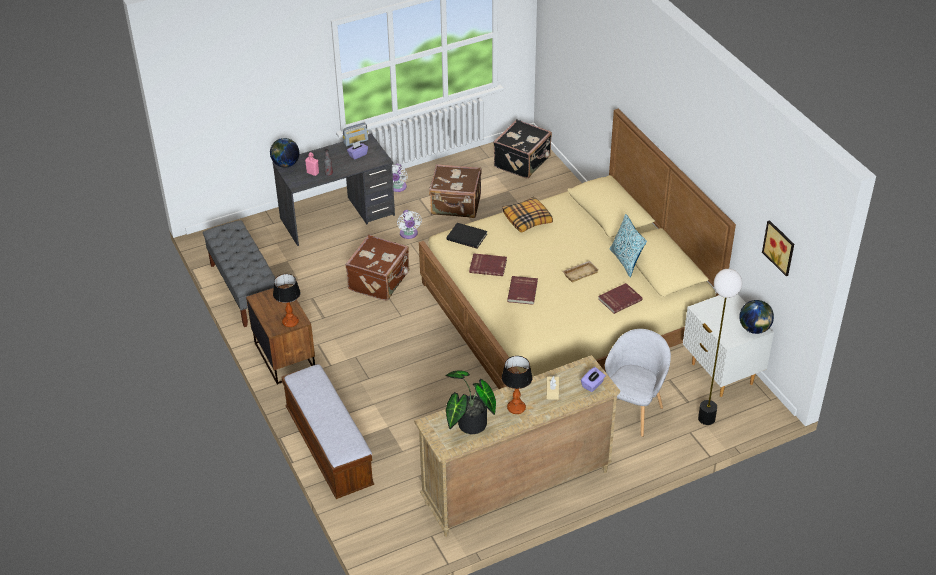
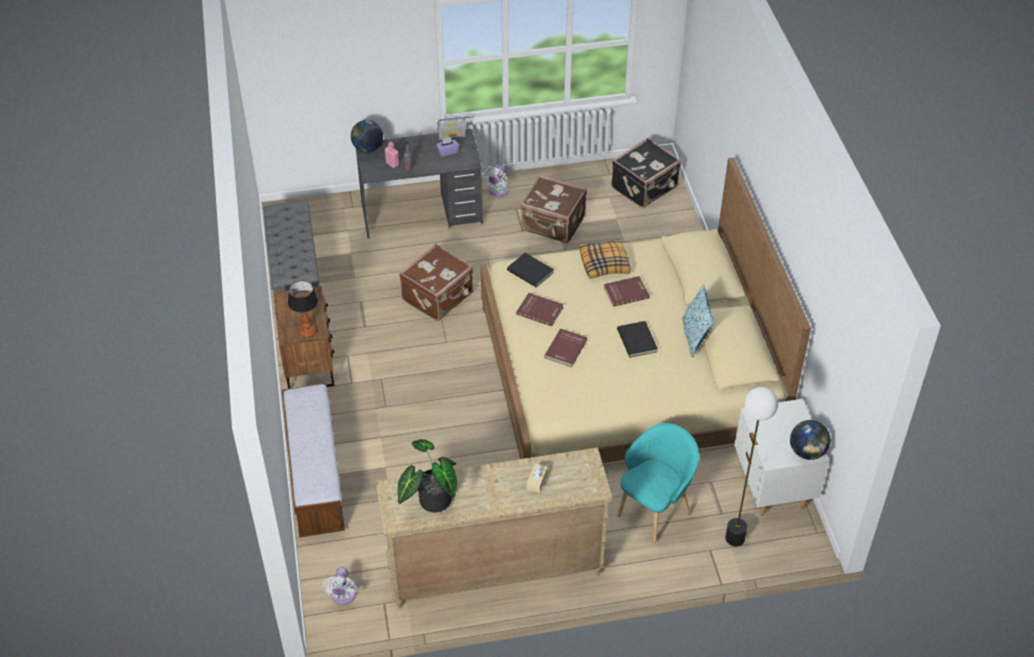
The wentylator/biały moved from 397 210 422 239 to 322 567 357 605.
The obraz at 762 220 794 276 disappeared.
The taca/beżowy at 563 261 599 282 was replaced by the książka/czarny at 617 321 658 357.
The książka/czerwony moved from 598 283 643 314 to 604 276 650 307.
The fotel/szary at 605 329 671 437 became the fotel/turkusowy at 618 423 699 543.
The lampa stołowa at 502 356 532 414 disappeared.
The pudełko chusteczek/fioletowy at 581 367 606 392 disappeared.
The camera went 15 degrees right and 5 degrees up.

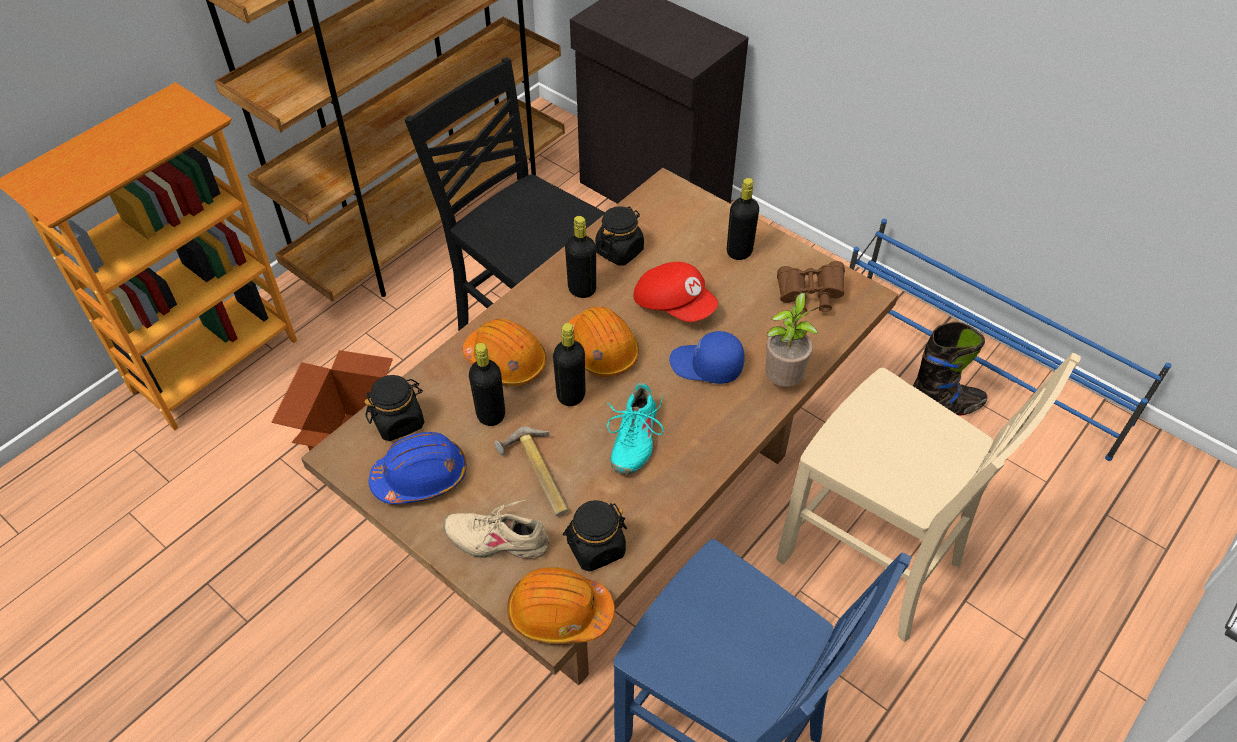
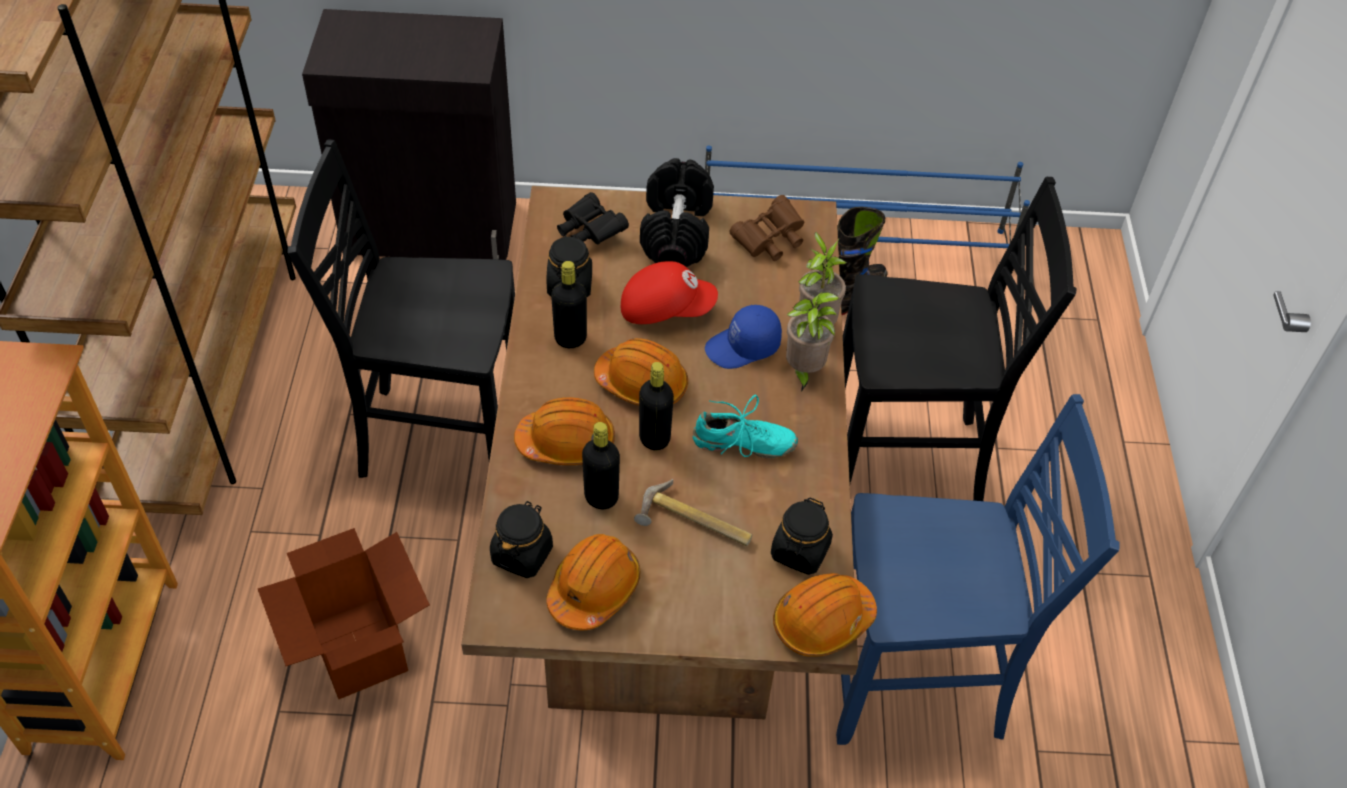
The butelka/czarny at 727 178 759 260 was replaced by the hantel/czarny at 640 158 714 267.
The krzesło/beżowy at 776 353 1081 642 became the krzesło/czarny at 843 177 1077 501.
The but/turkusowy at 607 383 664 474 turned 60 degrees counterclockwise.
The kask/niebieski at 369 432 467 504 became the kask/pomarańczowy at 546 534 640 630.
The but/beżowy at 443 500 550 559 disappeared.
The lornetka/czarny at 557 192 629 244 appeared.
The roślina doniczkowa at 786 292 840 391 appeared.
The camera went 40 degrees left and 0 degrees up.

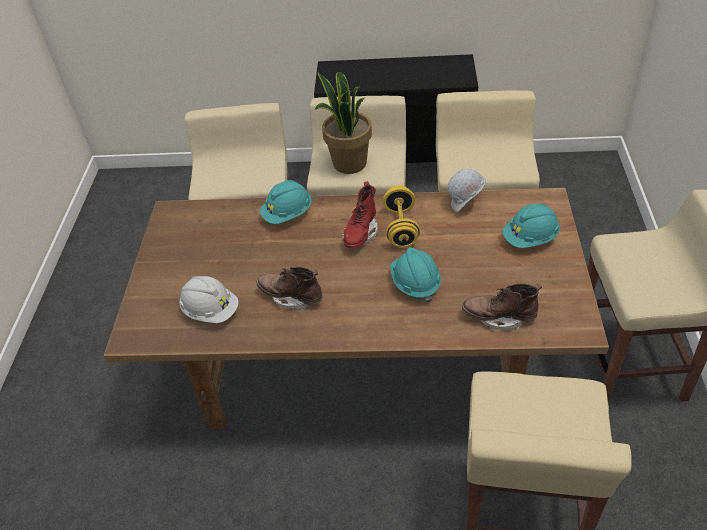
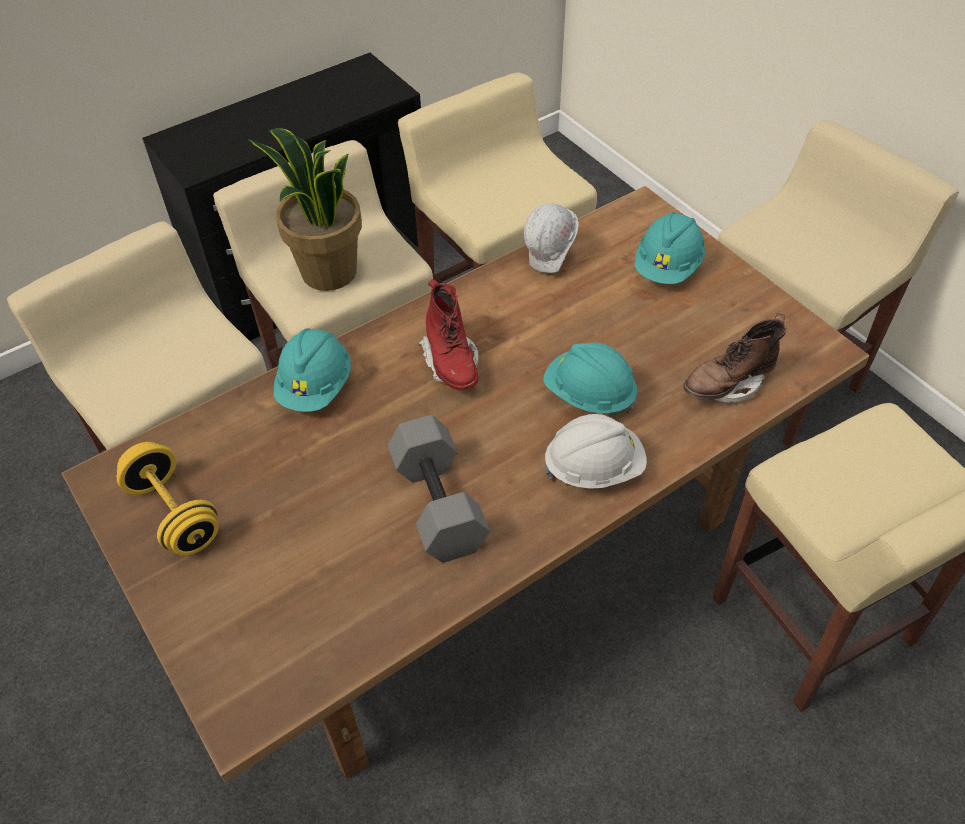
The hantel/żółty moved from 383 185 420 248 to 117 442 219 556.
The but z cholewką/brązowy at 257 267 323 311 was replaced by the hantel/szary at 388 415 490 563.
The kask/biały moved from 179 276 239 323 to 544 414 647 489.
The camera went 40 degrees left and 5 degrees up.

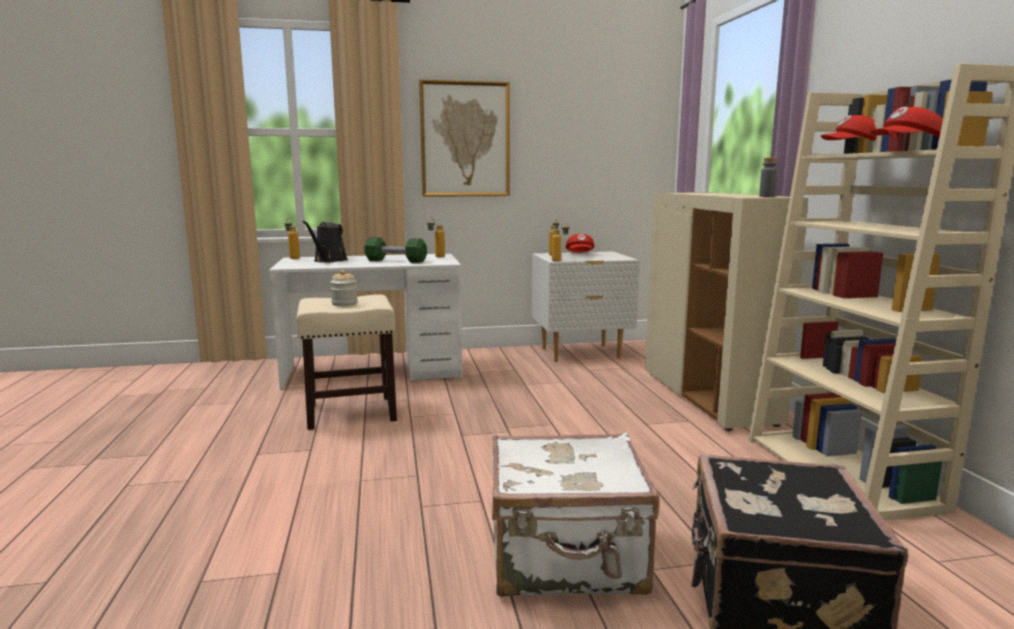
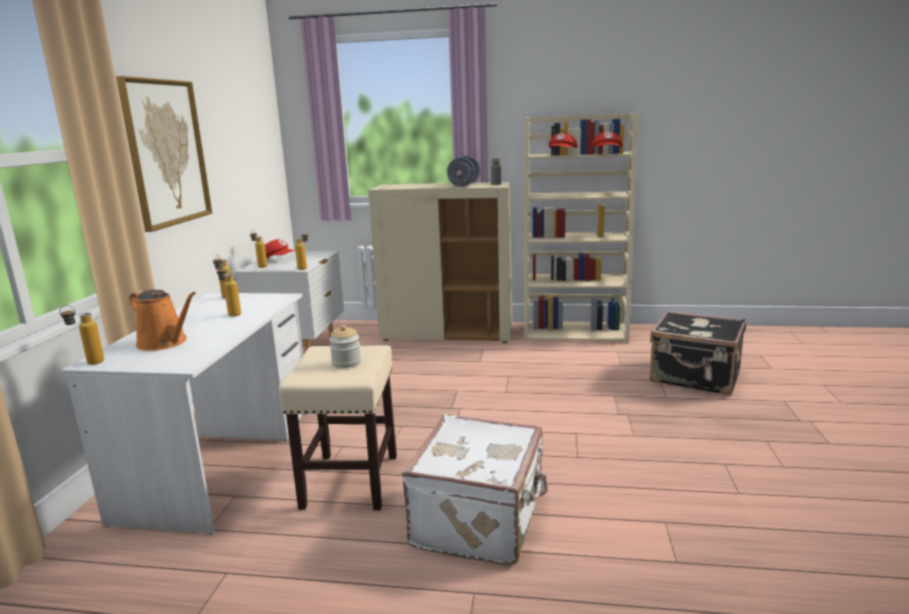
The konewka/czarny at 303 221 348 263 became the konewka/pomarańczowy at 129 289 196 351.
The hantel/zielony at 364 237 427 263 was replaced by the butelka at 217 264 241 317.
The walizka/biały moved from 492 433 659 597 to 402 414 547 566.
The hantel/szary at 447 156 480 187 appeared.
The camera went 70 degrees left and 5 degrees up.

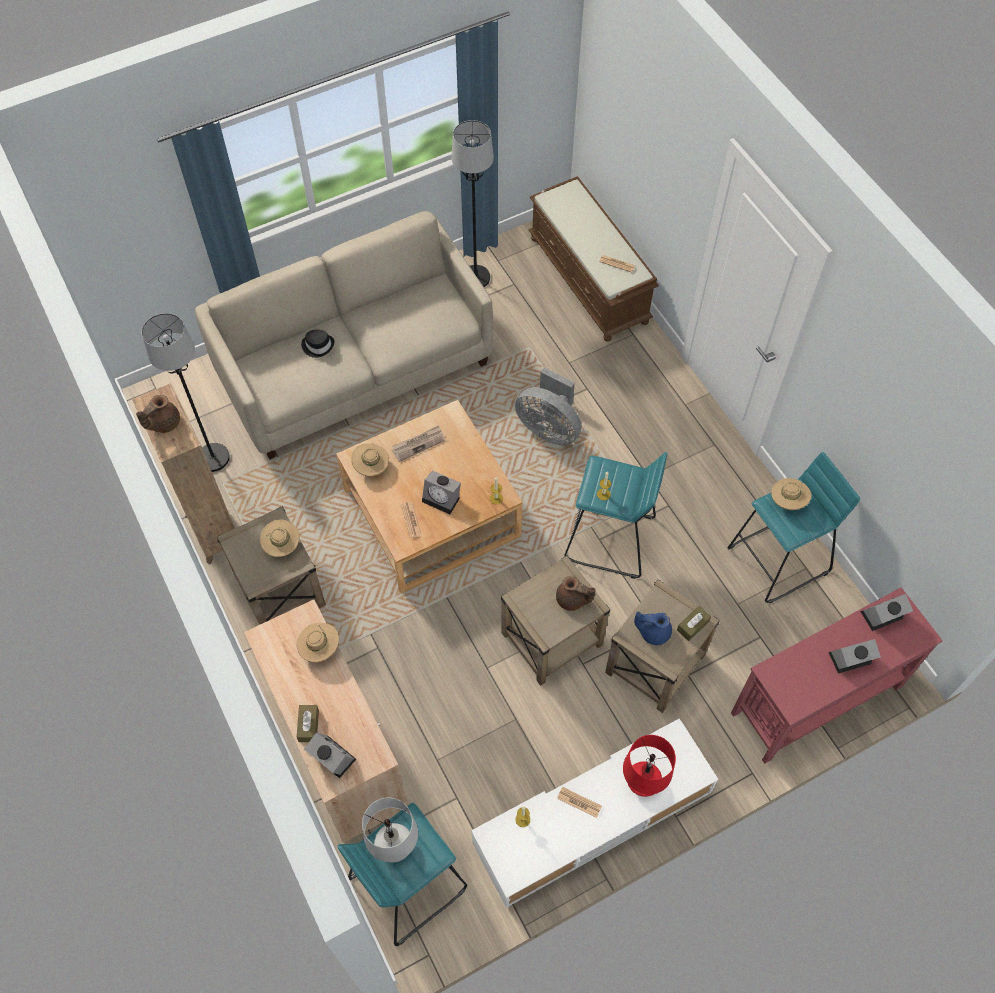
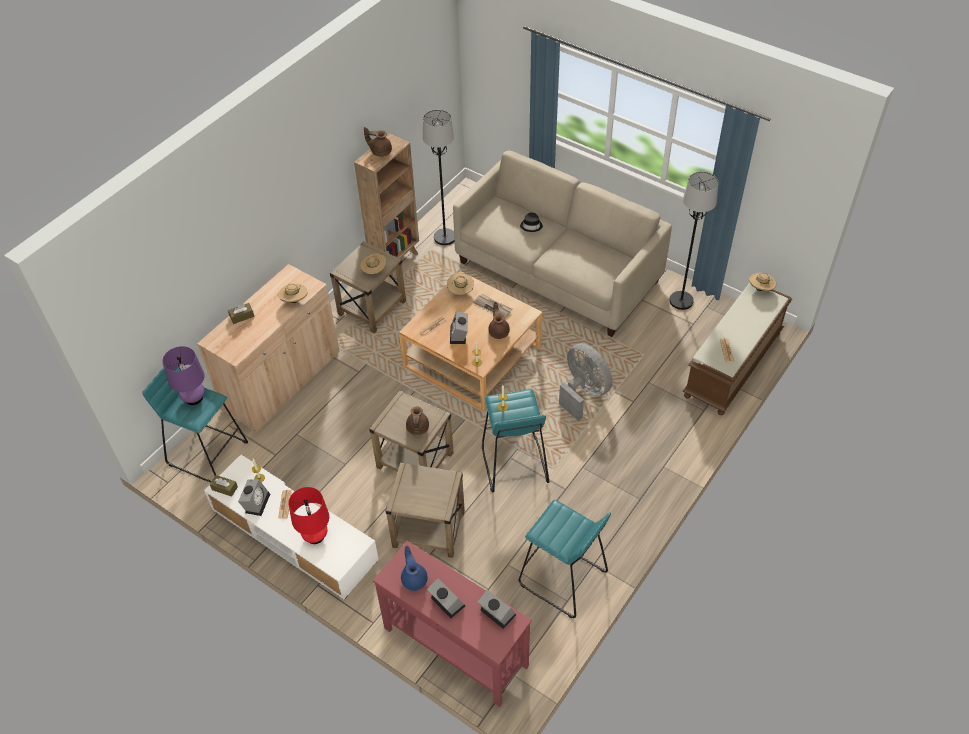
The wentylator/szary at 515 368 581 445 turned 135 degrees clockwise.
The kapelusz/beżowy moved from 771 478 811 510 to 749 273 776 291.
The pudełko chusteczek/brązowy moved from 677 606 711 641 to 210 475 238 496.
The imbryk/niebieski moved from 634 612 672 645 to 401 546 428 591.
The budzik moved from 304 733 356 778 to 238 479 270 516.
The lampa stołowa/biały at 362 798 418 862 became the lampa stołowa/fioletowy at 162 346 205 405.
The imbryk/brązowy at 488 302 510 339 appeared.
The camera went 65 degrees right and 10 degrees down.

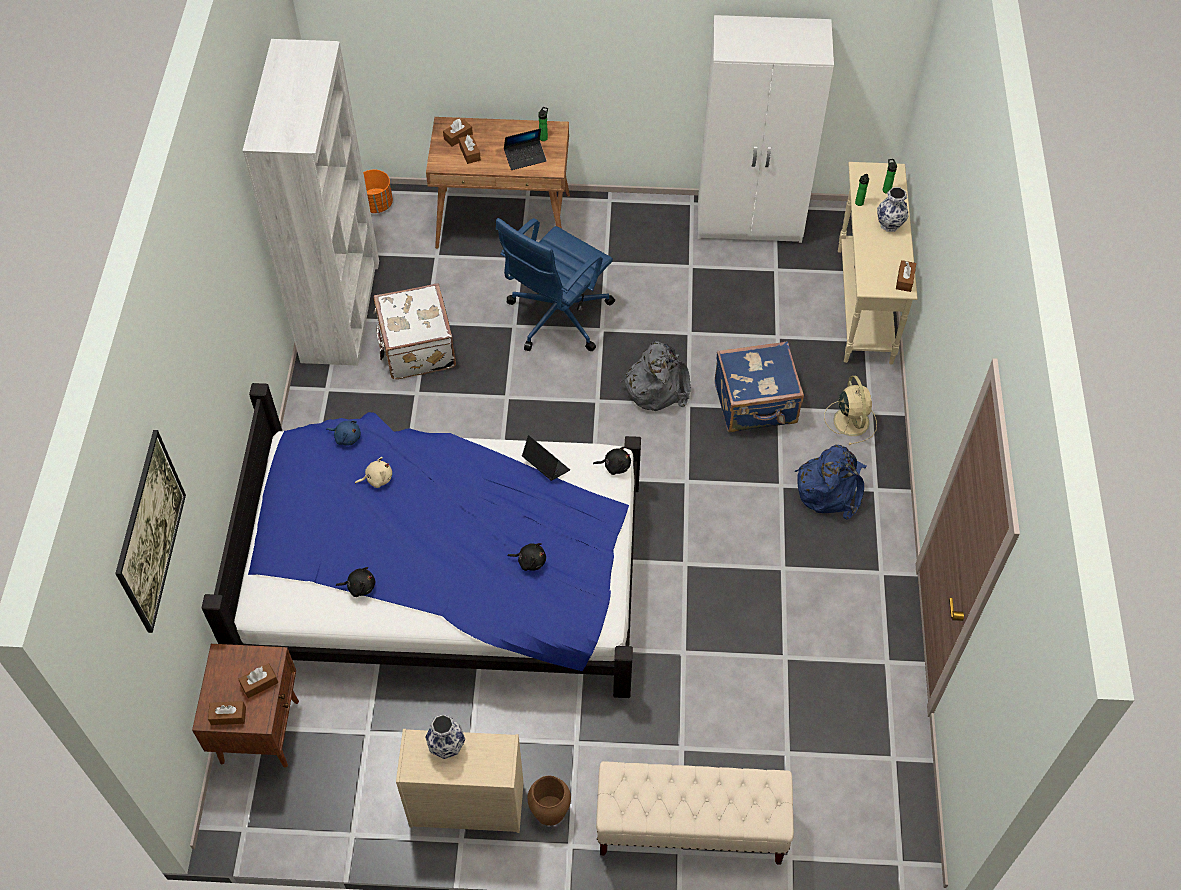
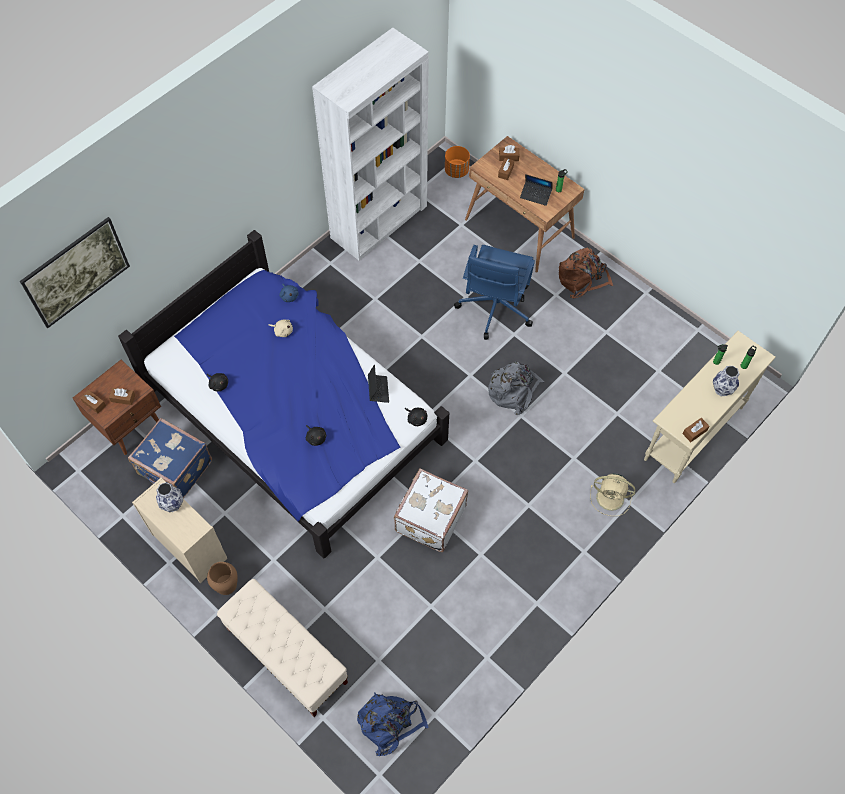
The szafa/biały at 698 15 834 243 disappeared.
The krzesło biurowe/niebieski at 496 218 615 351 turned 60 degrees counterclockwise.
The walizka/biały moved from 373 283 456 379 to 394 468 468 552.
The walizka/niebieski moved from 715 341 804 433 to 128 418 212 498.
The wentylator/beżowy at 824 375 877 445 turned 75 degrees clockwise.
The plecak/niebieski moved from 795 445 867 520 to 357 692 429 756.
The plecak/brązowy at 559 247 613 298 appeared.
The camera went 40 degrees right and 5 degrees up.

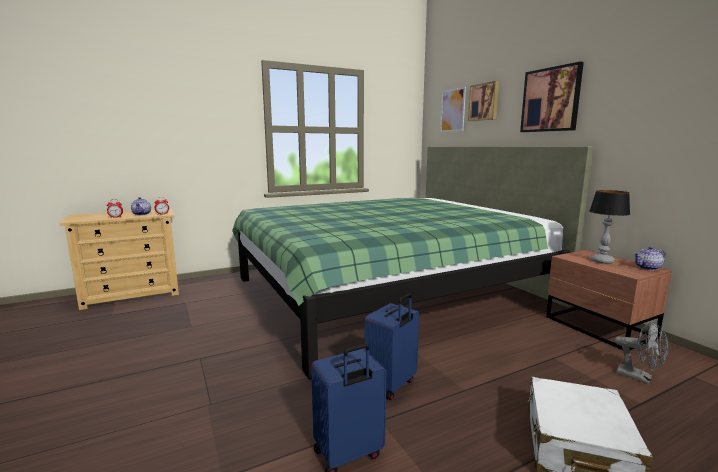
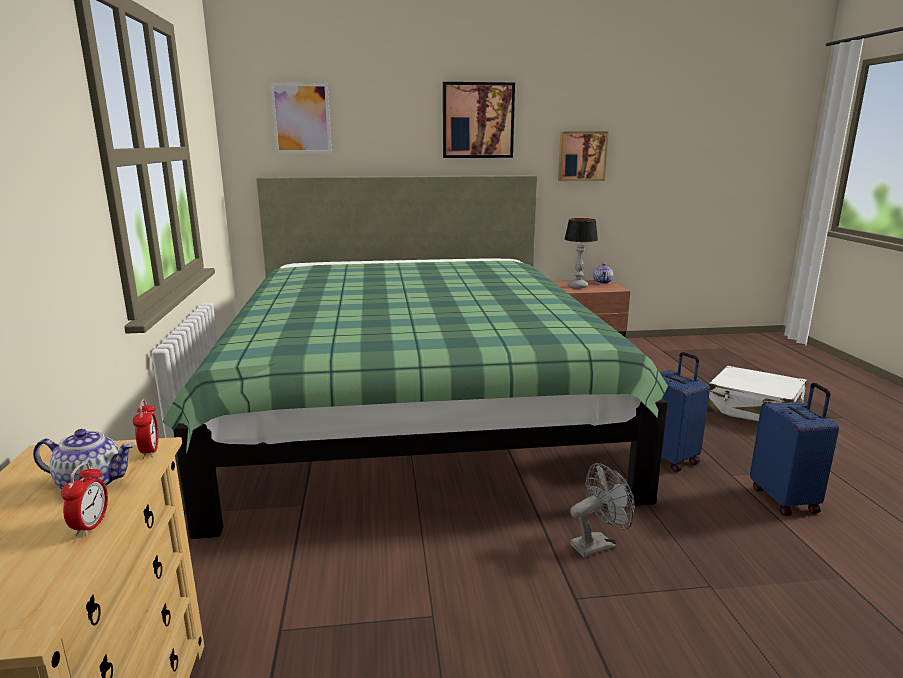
The obraz moved from 468 81 499 121 to 558 131 609 181.
The wentylator/szary moved from 615 321 668 384 to 570 463 635 557.
The camera went 70 degrees left and 5 degrees up.

